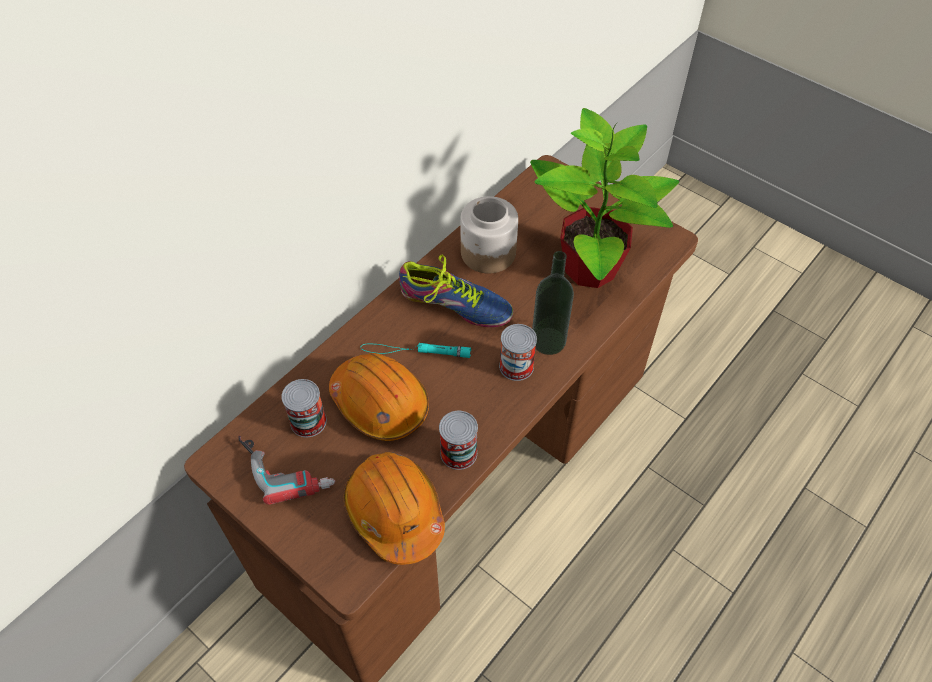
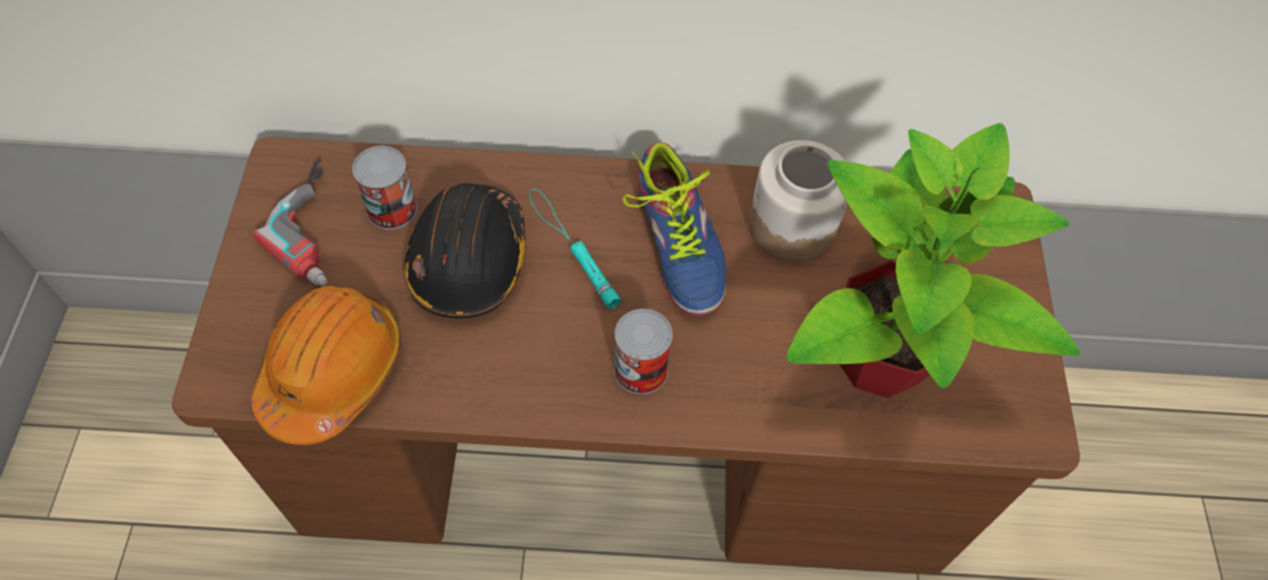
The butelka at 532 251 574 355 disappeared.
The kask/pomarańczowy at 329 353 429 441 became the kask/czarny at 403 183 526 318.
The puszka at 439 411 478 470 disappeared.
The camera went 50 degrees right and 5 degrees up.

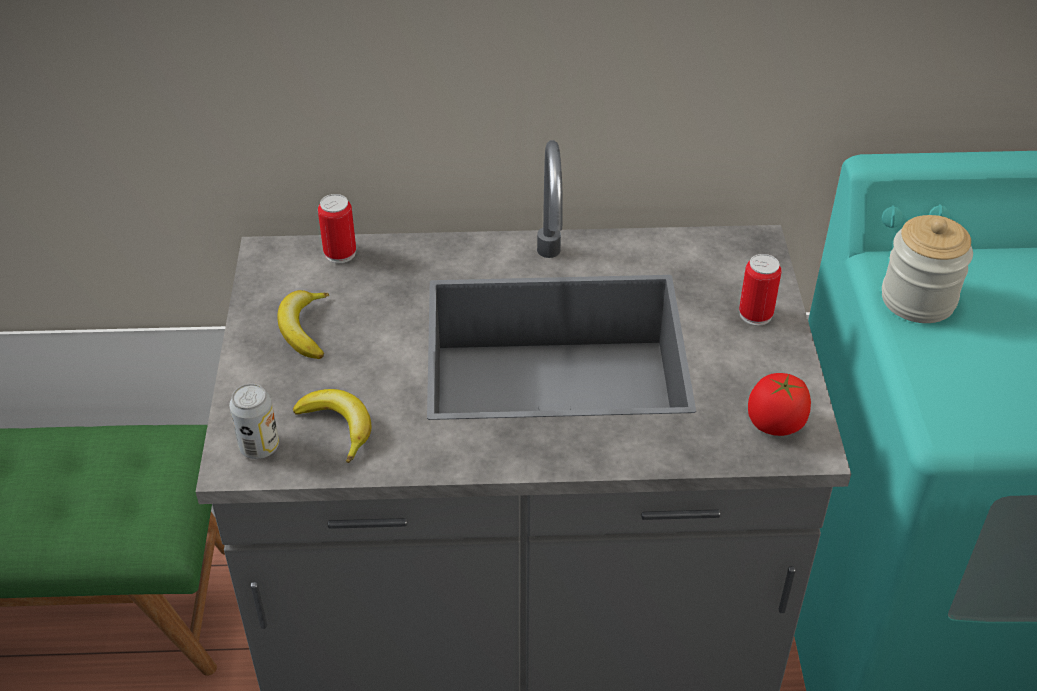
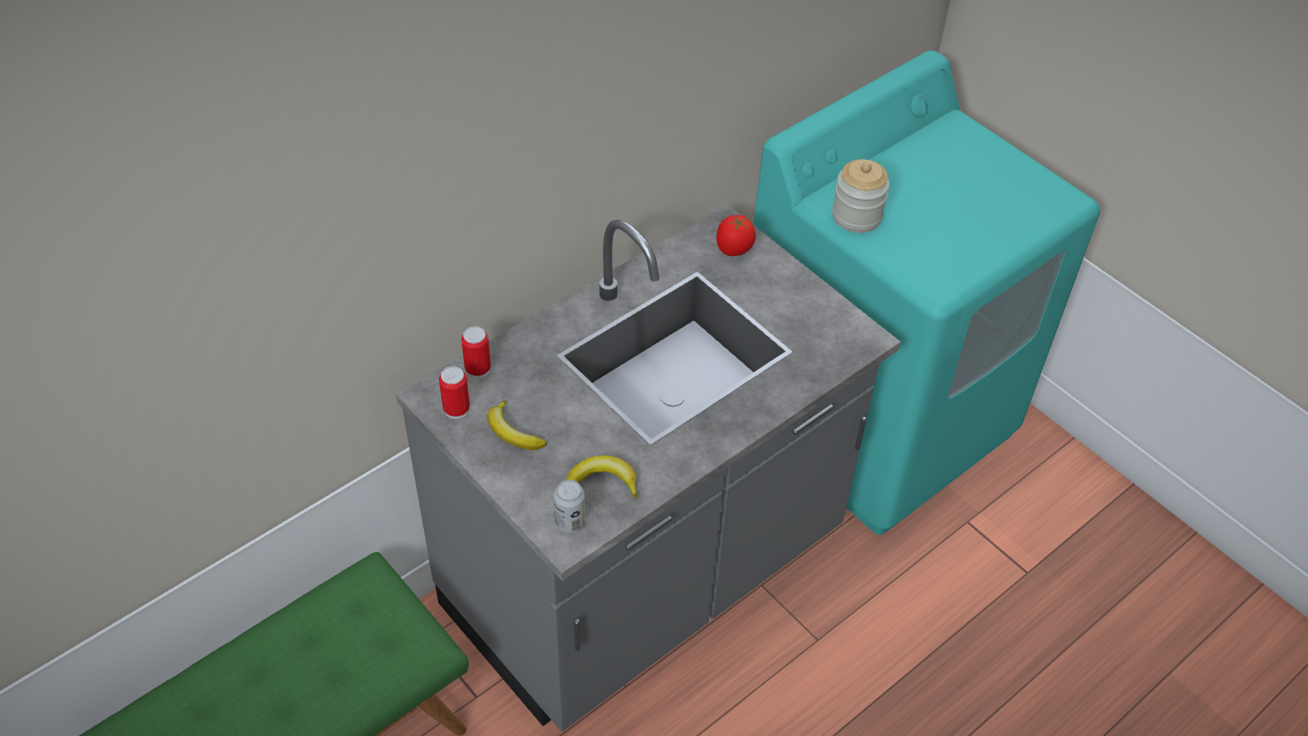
The puszka moved from 739 254 781 326 to 439 366 470 419.
The pomidor moved from 748 373 811 436 to 716 215 756 256.
The camera went 40 degrees left and 5 degrees up.

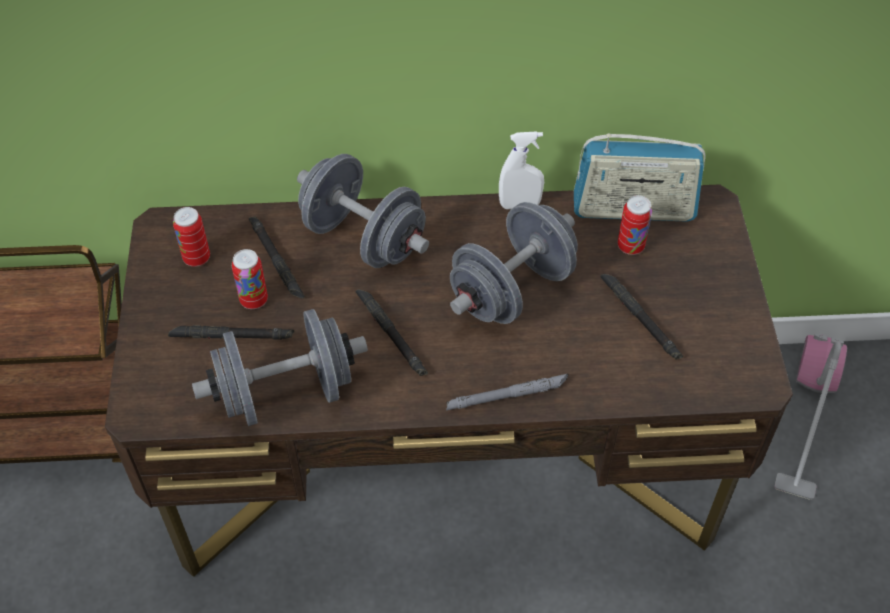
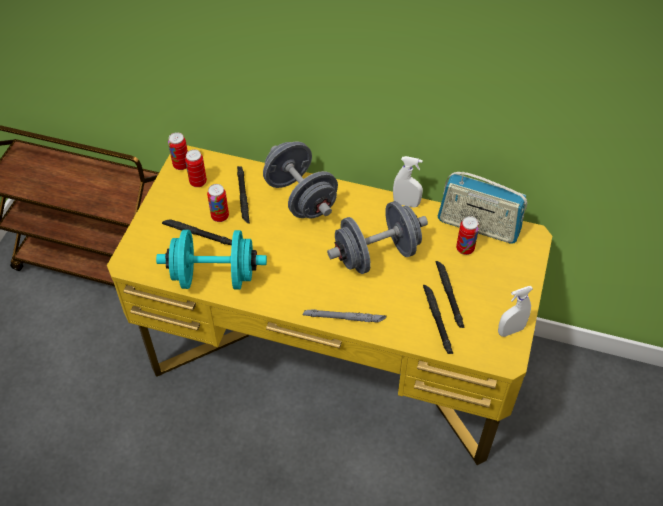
The biurko/brązowy at 105 184 793 577 became the biurko/żółty at 107 145 552 465.
The latarka/czarny moved from 356 290 428 376 to 423 285 453 354.
The hantel/szary at 192 309 368 426 became the hantel/turkusowy at 156 230 267 289.
The odkurzacz at 774 334 847 500 disappeared.
The puszka at 168 132 188 170 appeared.
The spryskiwacz/biały at 498 286 533 337 appeared.
The camera went 20 degrees right and 0 degrees up.

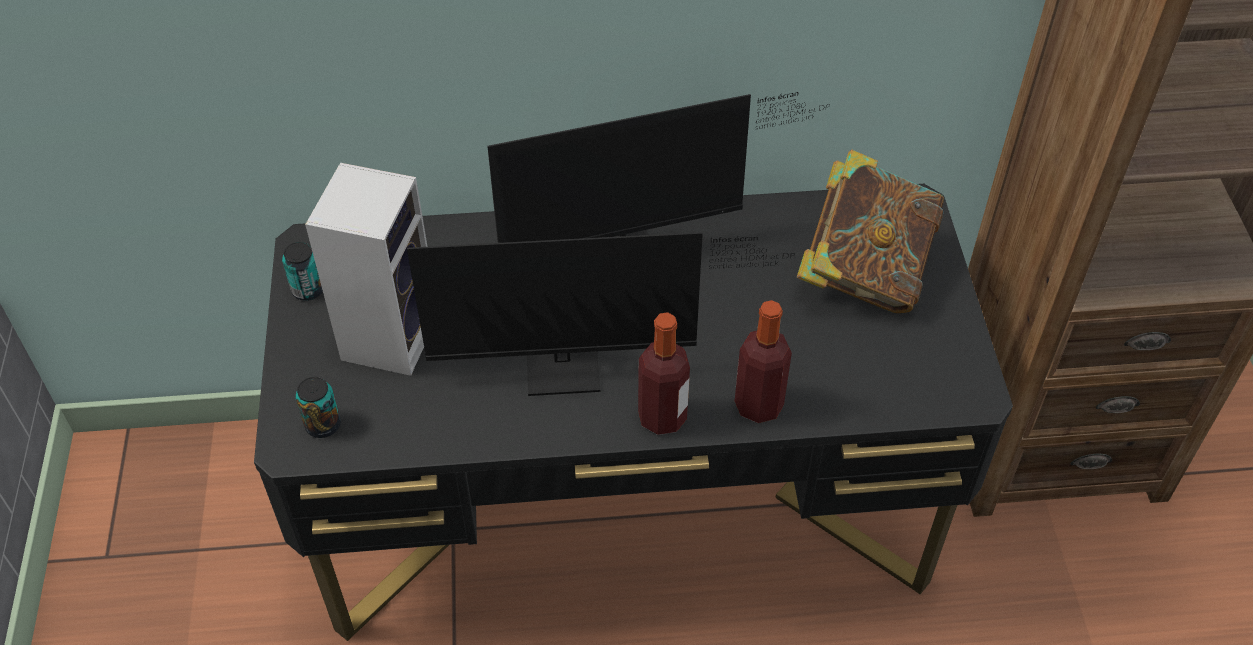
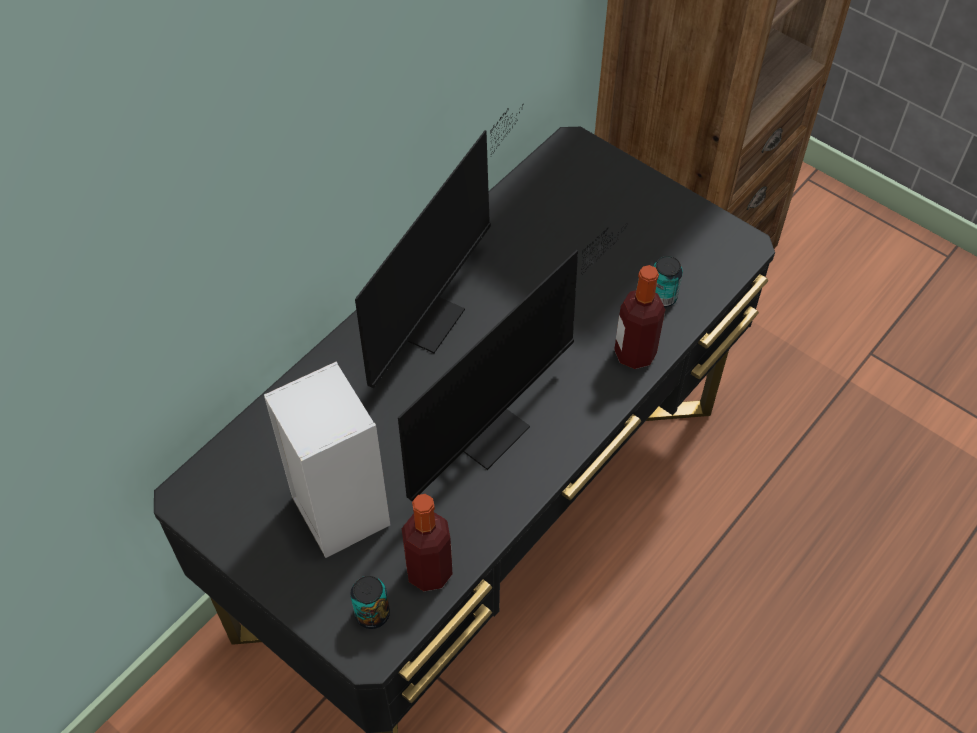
The książka at 797 150 944 313 disappeared.
The puszka moved from 282 242 323 301 to 653 256 683 307.
The butelka moved from 638 312 690 435 to 402 494 452 591.
The camera went 45 degrees left and 5 degrees up.

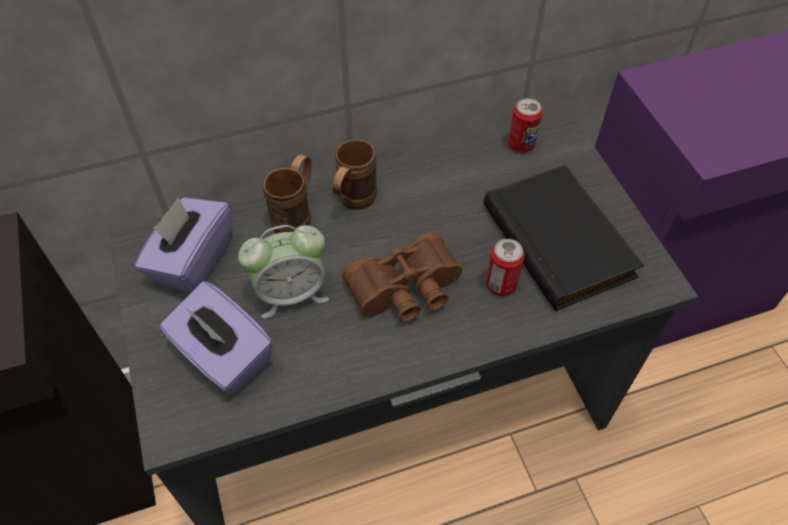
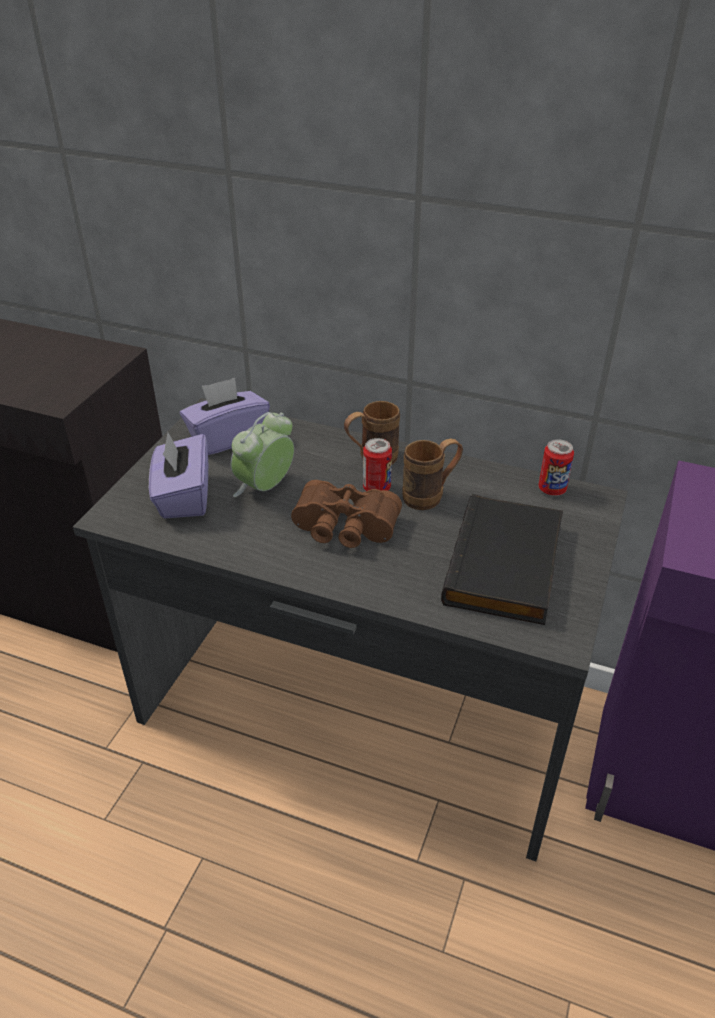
The kubek/brązowy moved from 263 154 312 234 to 402 439 463 510.
The budzik at 238 225 329 318 turned 105 degrees clockwise.
The puszka moved from 486 239 525 296 to 363 438 392 491.
The camera went 40 degrees right and 15 degrees down.

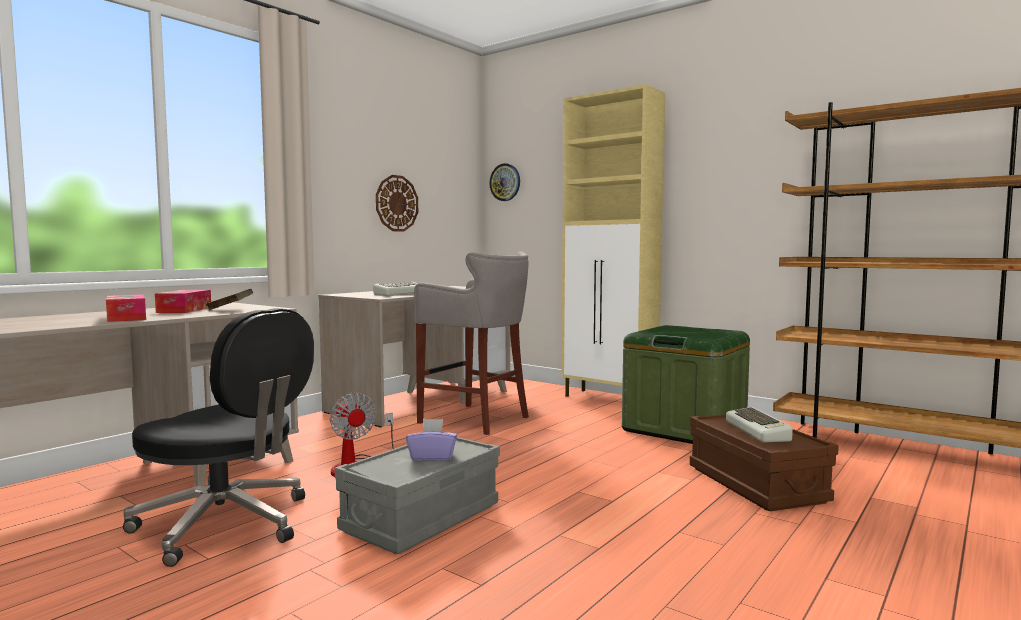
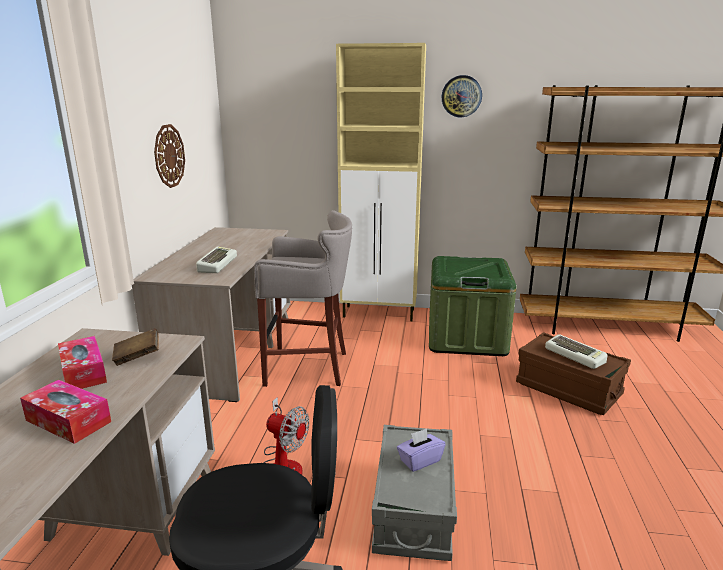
The zegar ścienny moved from 489 163 520 201 to 442 75 482 117.
The camera went 30 degrees left and 15 degrees up.

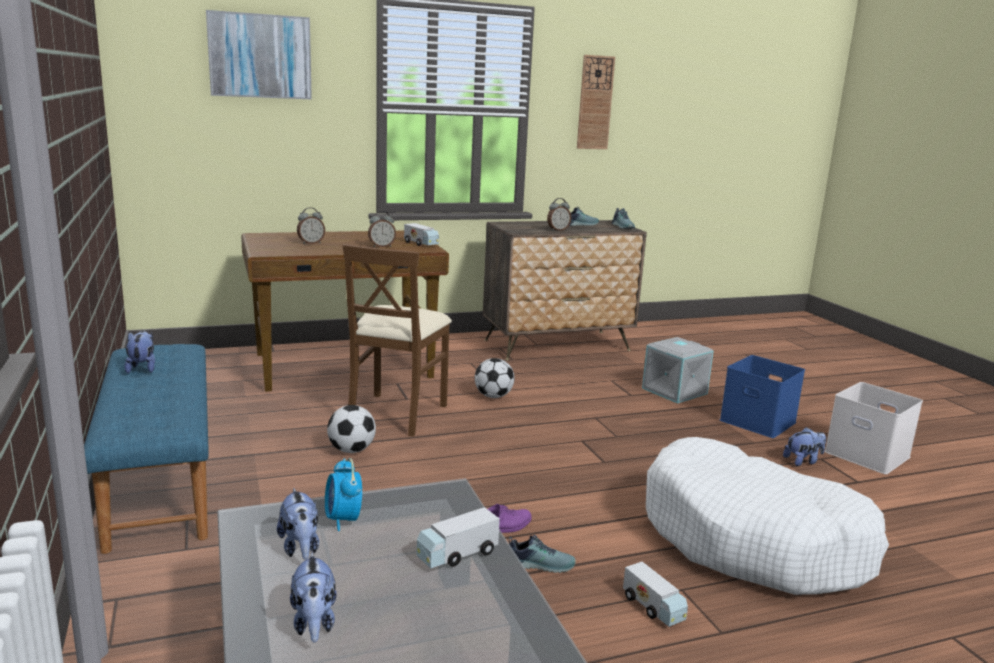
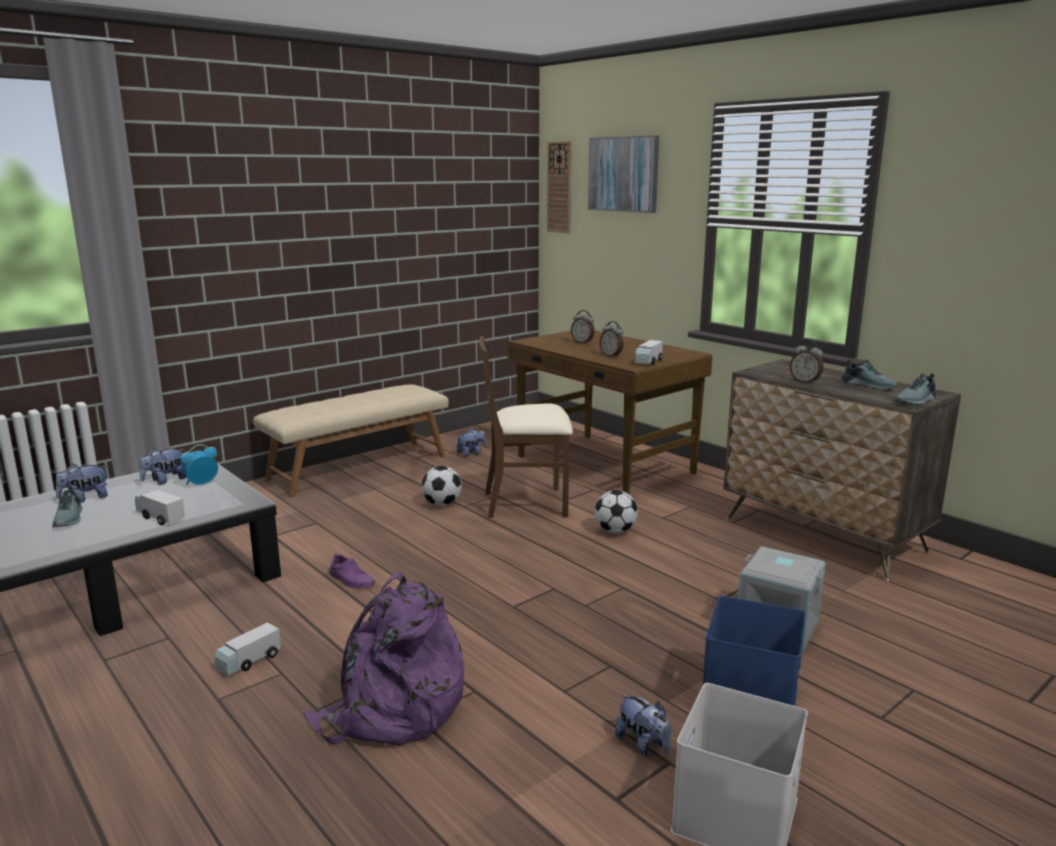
The zegar ścienny moved from 577 55 615 149 to 547 141 572 233.
The pluszak moved from 124 330 155 374 to 457 429 486 457.
The ławka/niebieski at 84 344 209 554 became the ławka/beżowy at 253 384 449 497.
The legowisko/biały at 646 437 889 595 was replaced by the plecak/fioletowy at 304 571 464 746.
The but moved from 509 535 576 573 to 52 486 82 527.
The camera went 70 degrees right and 0 degrees up.

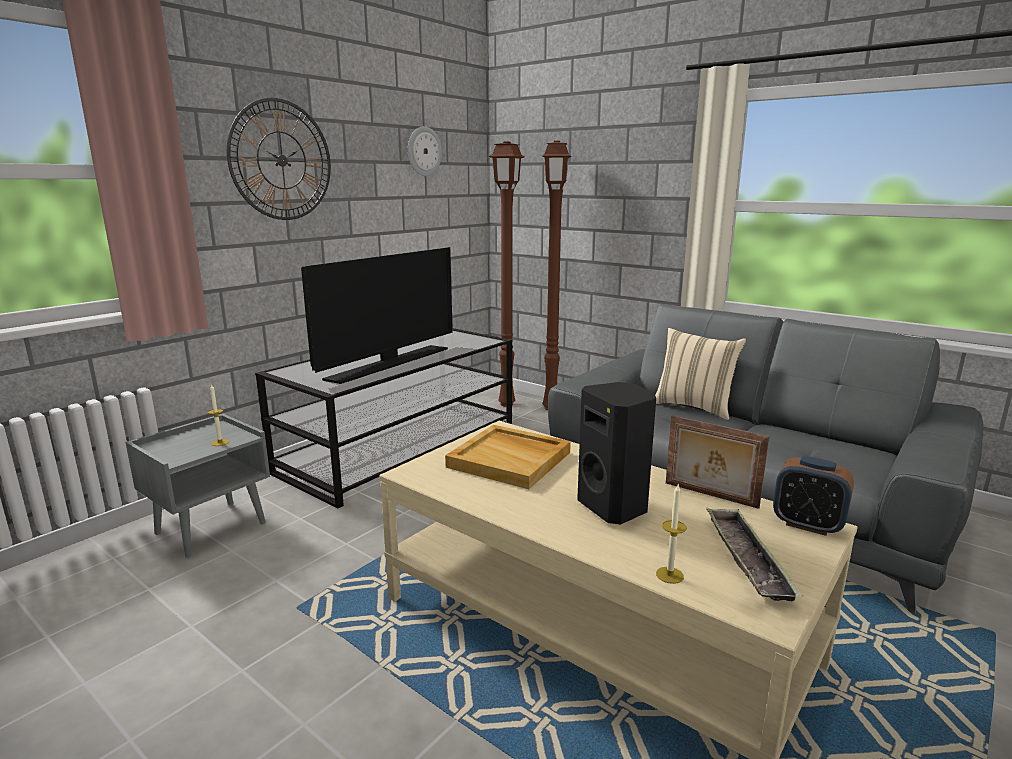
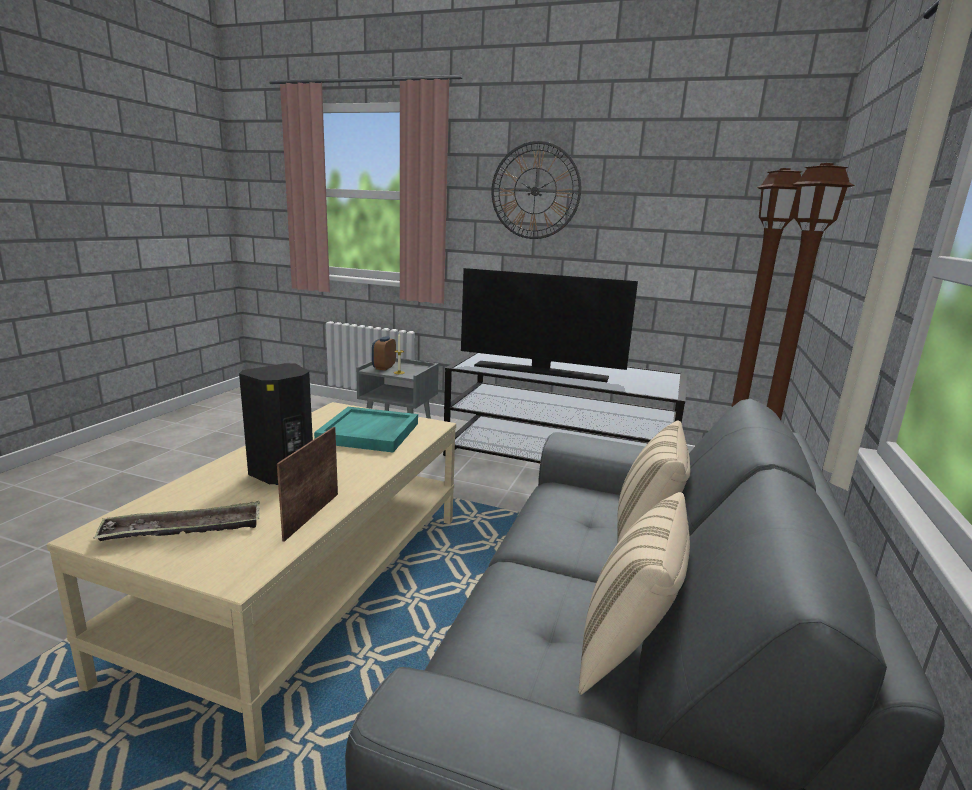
The zegar ścienny at 408 126 442 176 disappeared.
The taca/beżowy at 445 425 571 489 became the taca/turkusowy at 314 407 418 453.
The budzik moved from 773 456 854 536 to 372 336 396 370.
The świeca at 656 483 687 584 disappeared.
The poduszka/beżowy at 578 492 690 695 appeared.
The camera went 70 degrees right and 0 degrees up.

